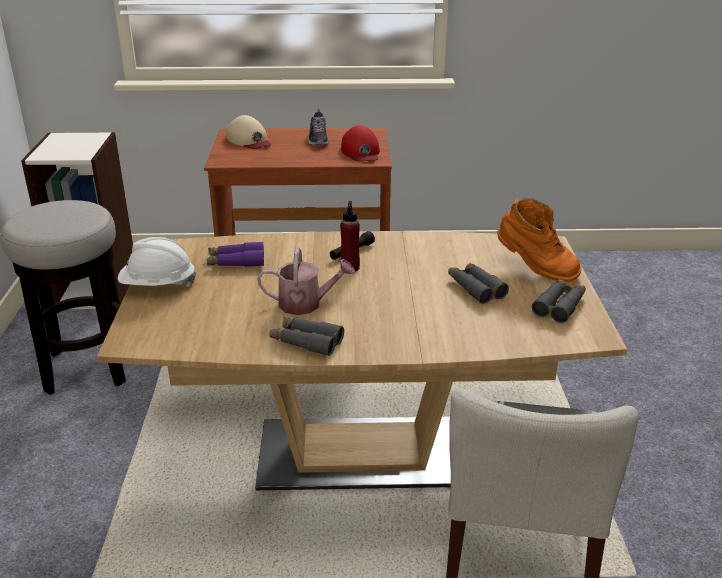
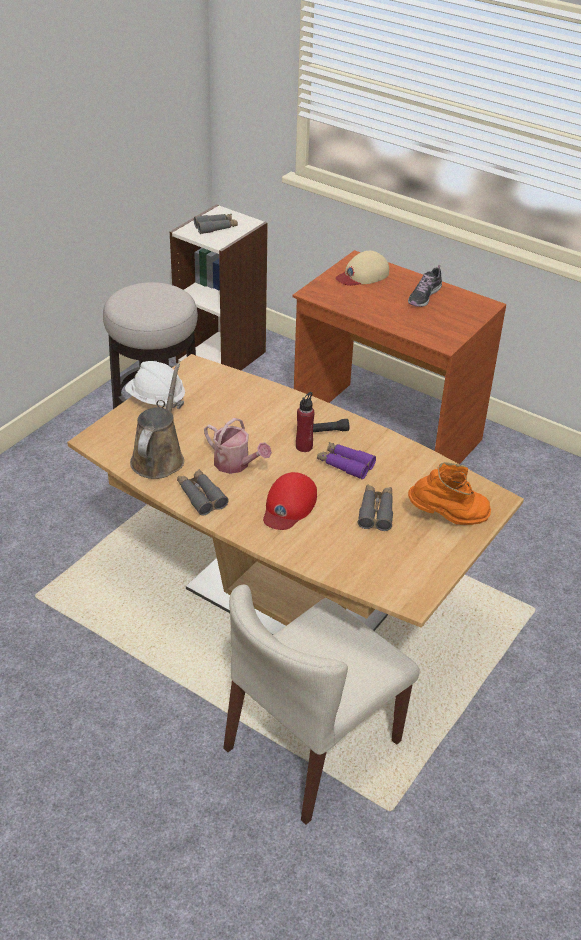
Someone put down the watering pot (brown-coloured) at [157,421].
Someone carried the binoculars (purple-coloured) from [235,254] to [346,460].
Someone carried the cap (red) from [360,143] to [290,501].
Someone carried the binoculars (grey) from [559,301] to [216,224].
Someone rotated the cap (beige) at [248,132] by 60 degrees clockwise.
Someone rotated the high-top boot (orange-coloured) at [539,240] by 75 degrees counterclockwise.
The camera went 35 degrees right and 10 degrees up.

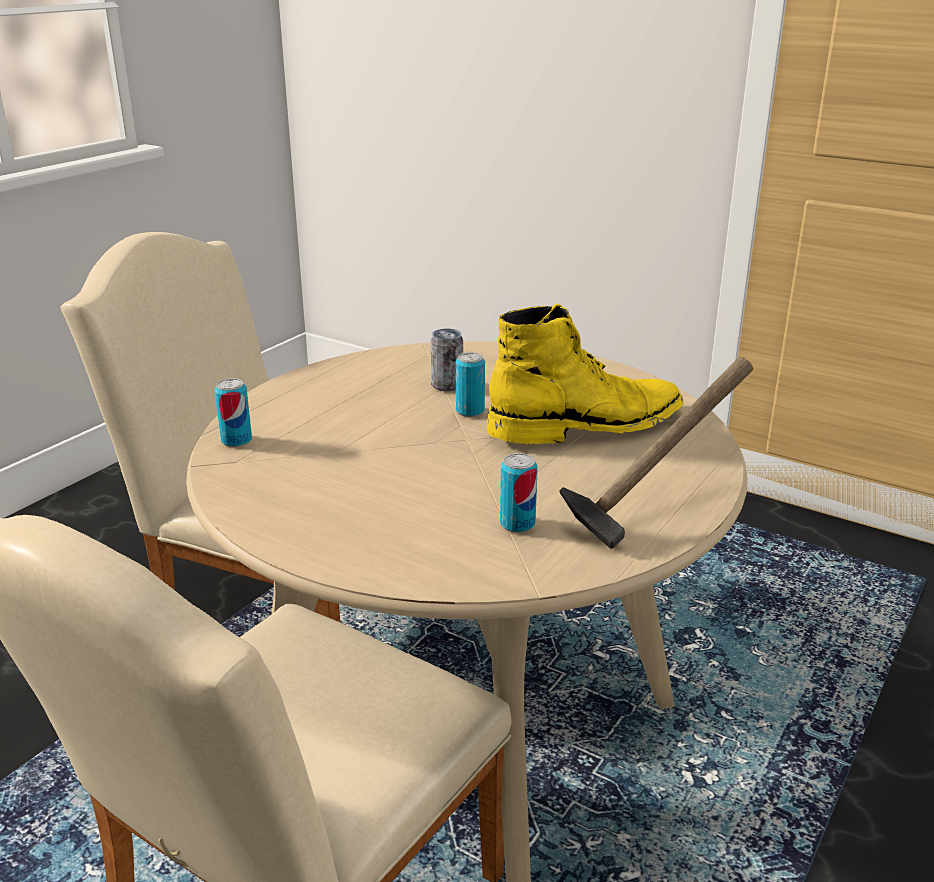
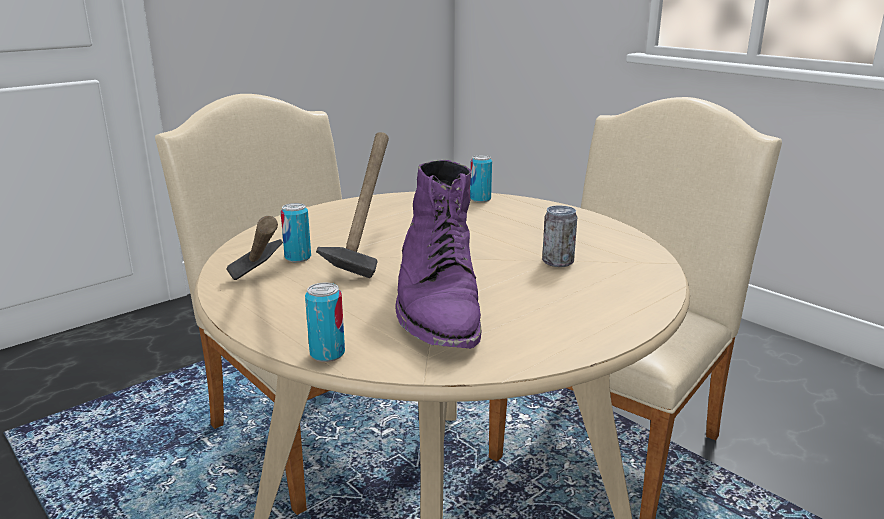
Someone put down the hand hammer at [352,205].
Someone carried the sealed can from [470,384] to [325,322].
Someone repainted the high-top boot (yellow-coloured) at [585,374], which became the high-top boot (purple-coloured) at [438,254].
The camera went 105 degrees right and 5 degrees down.

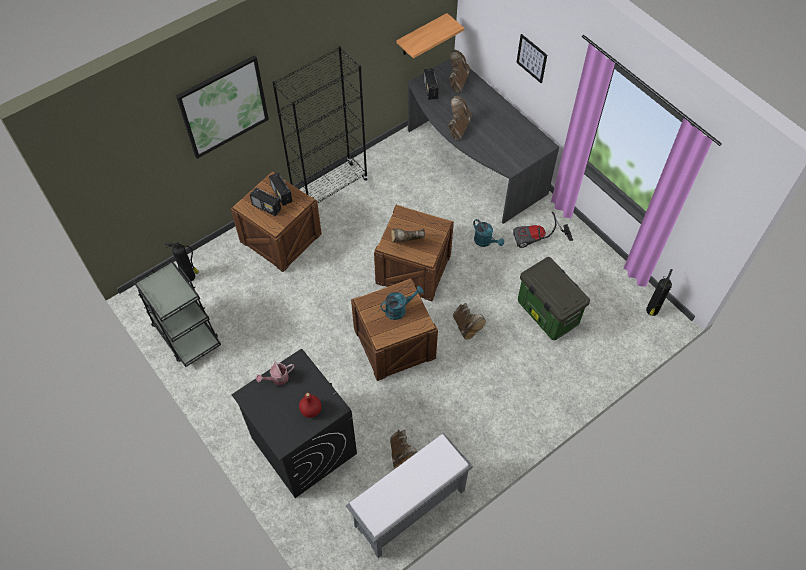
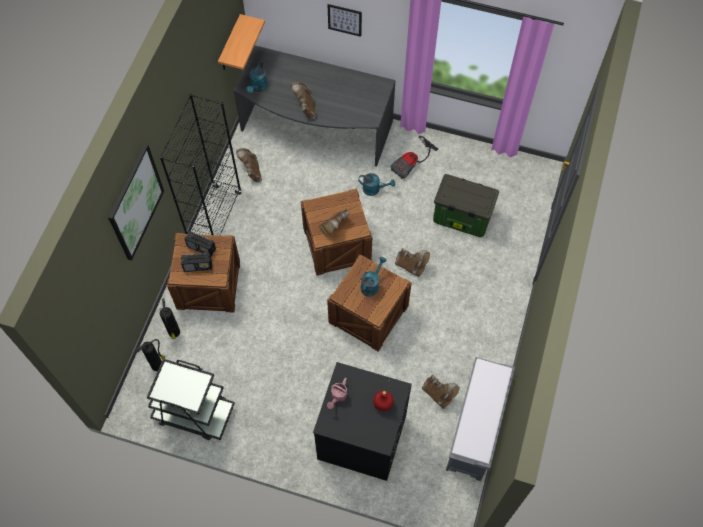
Someone carried the high-top boot (brown-coloured) from [459,71] to [249,165].
Someone carried the fire extinguisher from [659,292] to [170,318].
Someone swapped the radio at [431,84] for the watering pot (blue-green) at [257,77].
The camera went 35 degrees left and 5 degrees up.

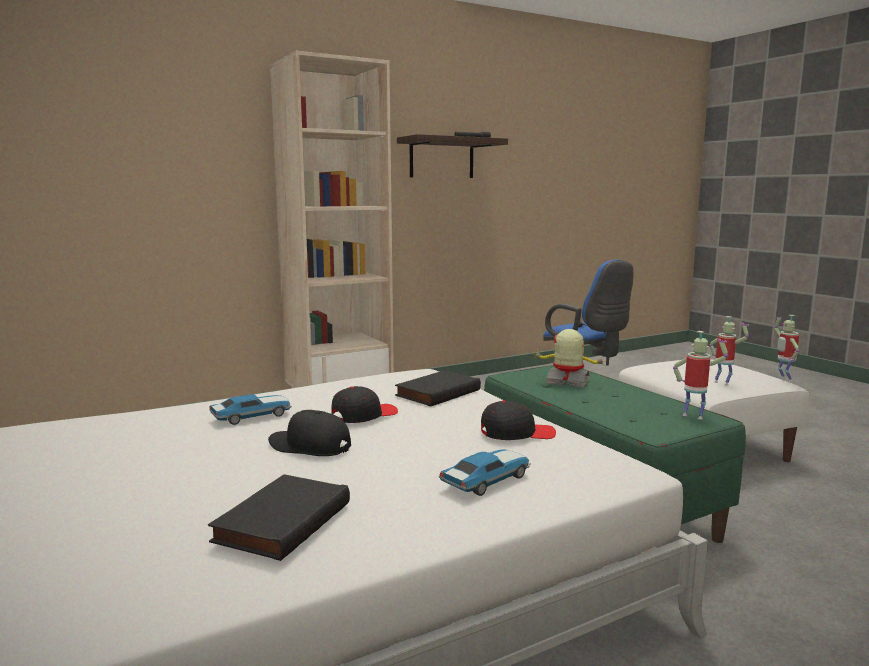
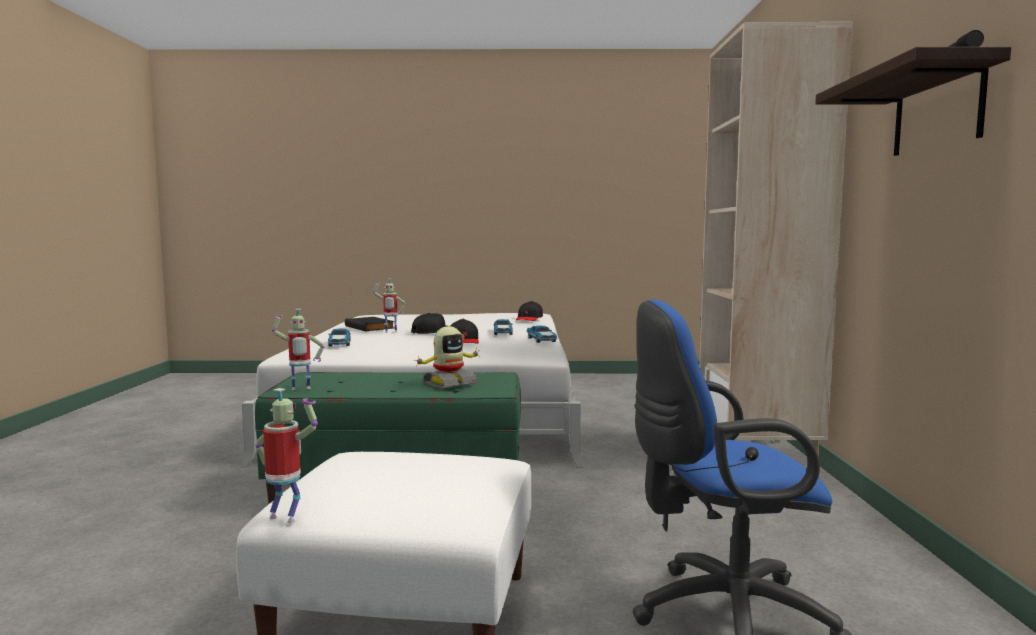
Someone took away the volume (black-coloured) at [438,388].
Someone put down the miniature car at [541,334].
Someone carried the cap (black-coloured) from [518,420] to [529,311].
Someone carried the robot figure from [729,351] to [389,305].
The camera went 120 degrees right and 5 degrees down.

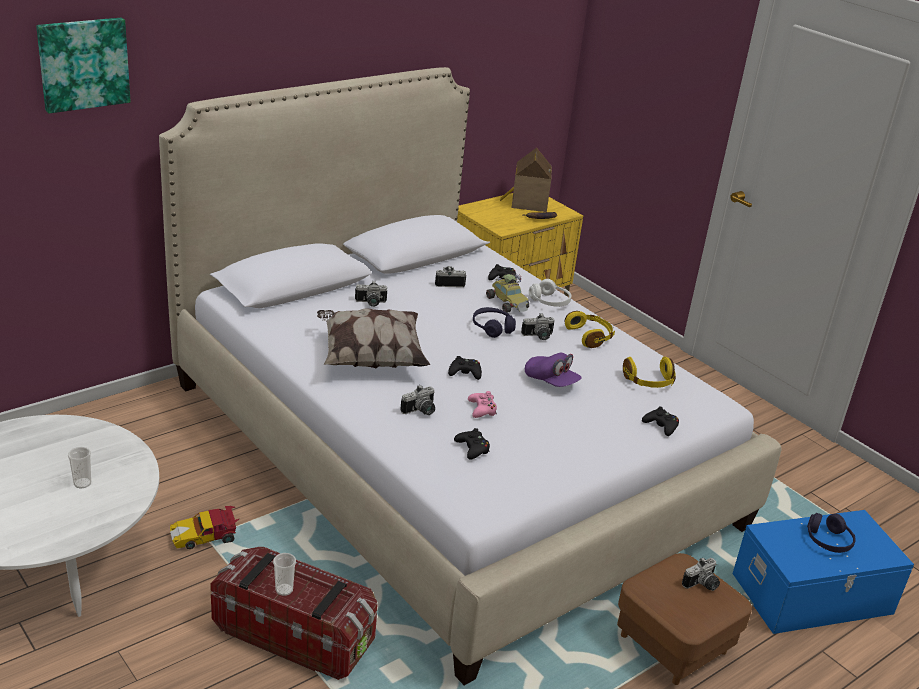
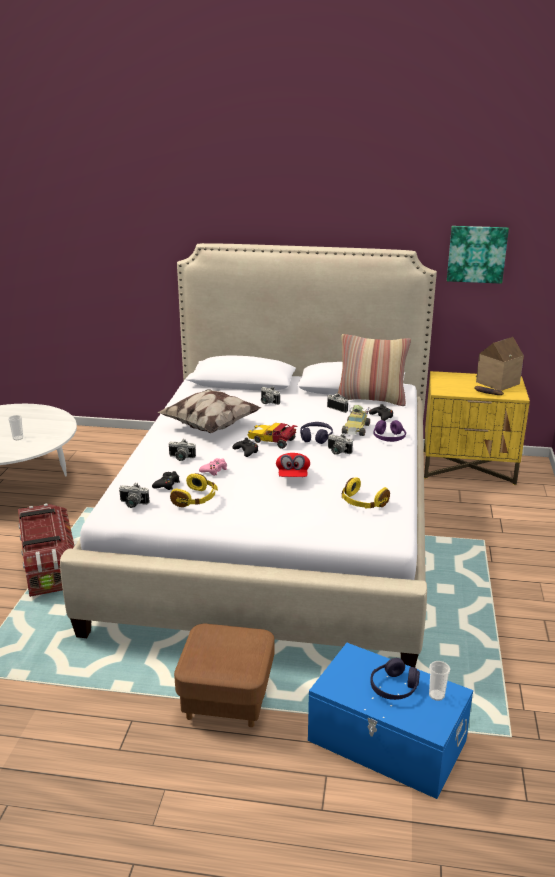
Someone took away the gamepad (black-coloured) at [660,421].
Someone put down the cushion at [374,370].
Someone carried the wall art from [83,66] to [478,255].
Someone carried the miniature car from [204,527] to [272,436].
Someone carried the small cup from [284,574] to [439,681].
Someone carried the headset (yellow-coloured) from [590,329] to [194,490].
Someone carried the photo camera from [701,574] to [134,495].
Someone repainted the cap (purple-coloured) at [553,370], which became the cap (red) at [293,465].
Someone repainted the headset (white-coloured) at [550,293], which became the headset (purple-coloured) at [390,431].
The camera went 50 degrees right and 5 degrees down.

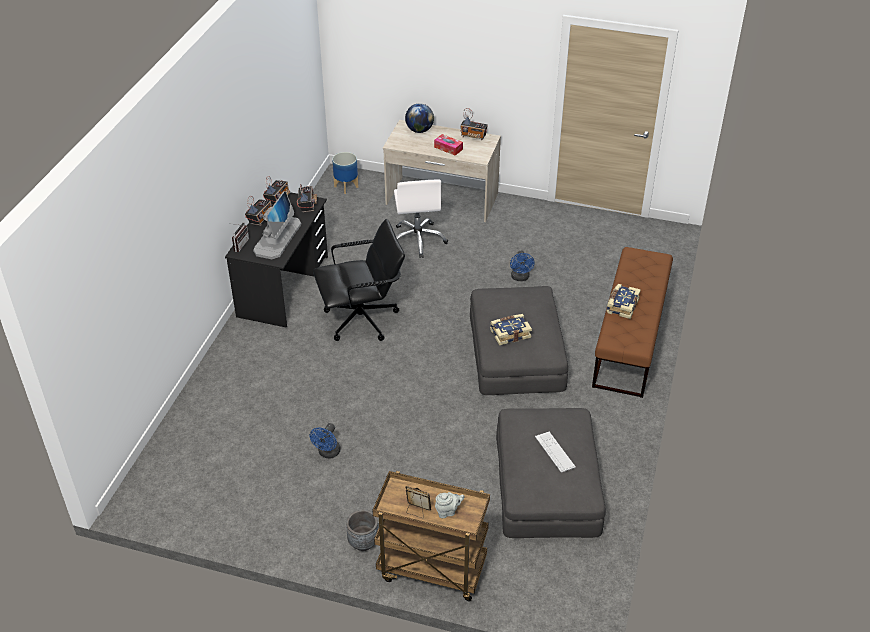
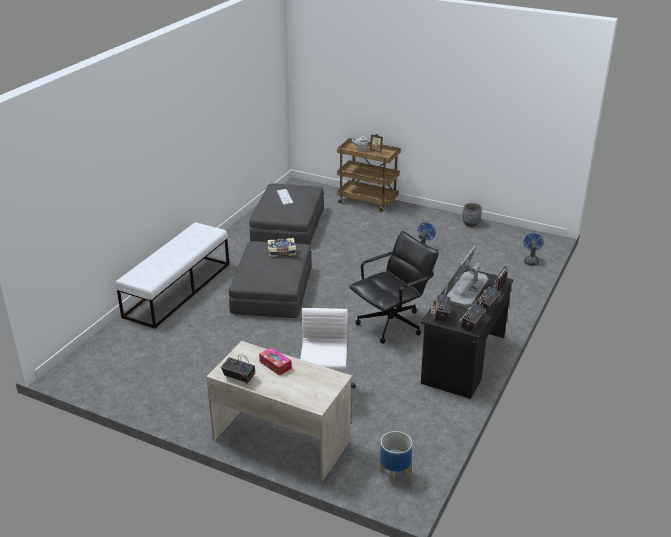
Someone took away the desk globe at [419,118].
Someone took away the volume at [623,301].
Someone carried the plant pot (grey) from [362,530] to [472,215].
Someone carried the cooling fan (blue) from [522,266] to [533,249].
Someone repainted the bench (brown-coloured) at [632,322], which became the bench (white-coloured) at [172,275].
Someone rotated the computer chair (black-coloured) at [359,280] by 150 degrees clockwise.
The camera went 170 degrees left and 10 degrees down.

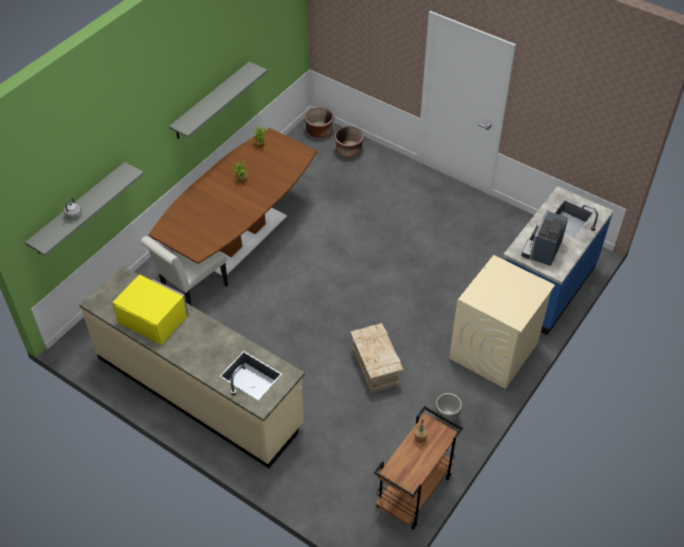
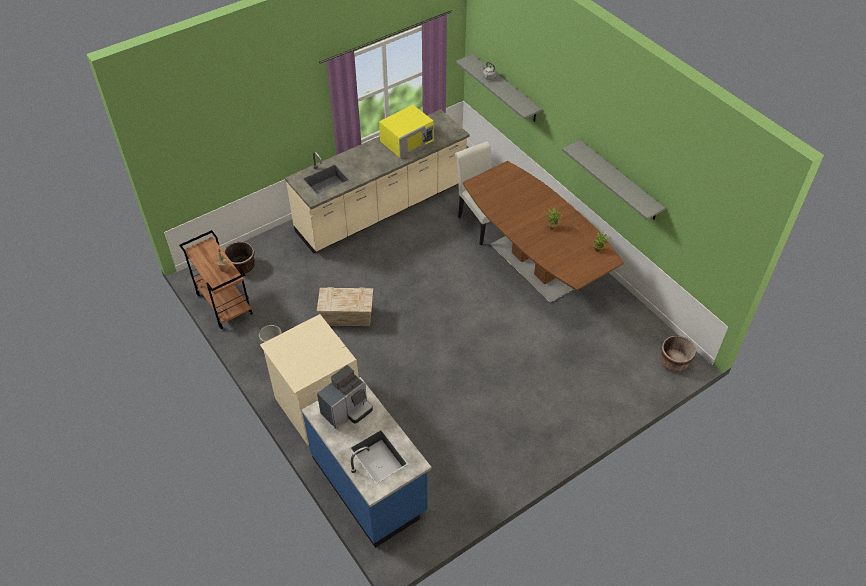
Someone carried the plant pot (brown-coloured) from [349,141] to [239,257].
Someone rotated the coffee machine at [544,238] by 90 degrees clockwise.
The camera went 110 degrees right and 0 degrees up.

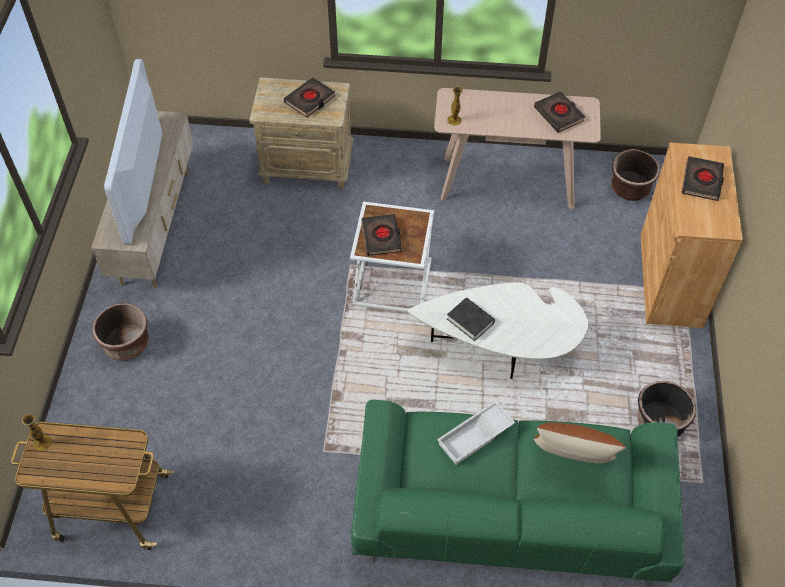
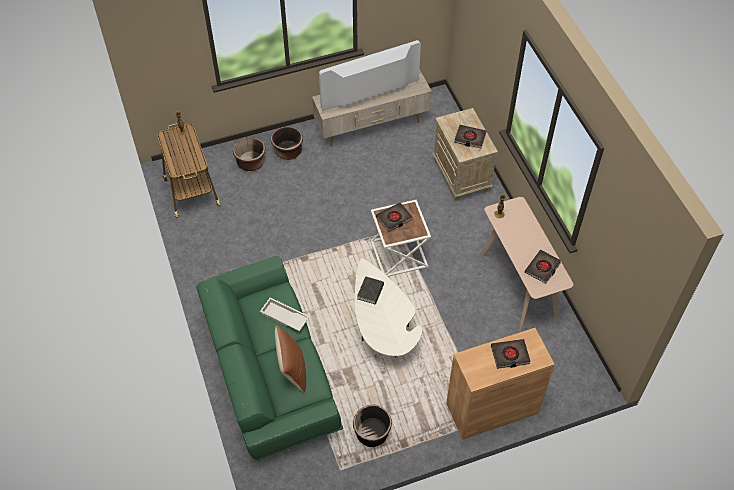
Someone carried the plant pot (brown-coloured) from [635,175] to [249,154].
The camera went 65 degrees right and 0 degrees up.

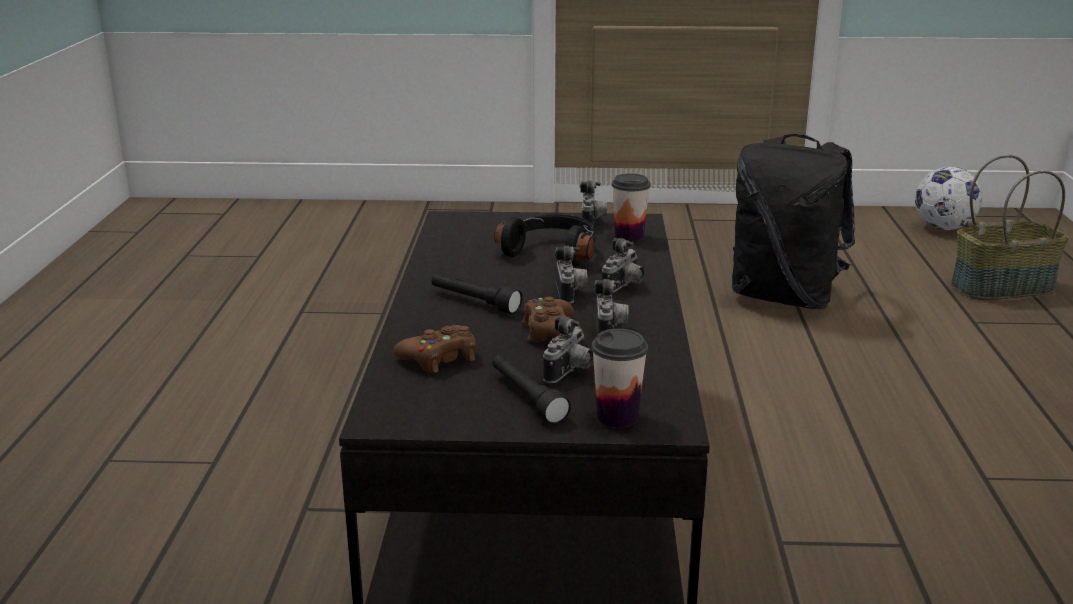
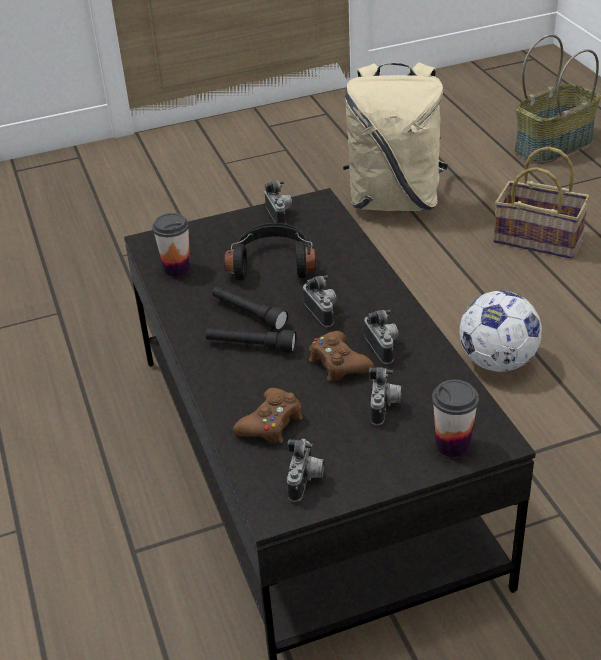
Someone put down the storage basket at [542,202].
Someone carried the hand torch (black-coloured) from [531,389] to [250,308].
Someone carried the photo camera from [623,265] to [306,470].
Someone carried the small cup from [631,207] to [171,245].
Someone carried the football ball from [948,198] to [501,331].
Someone repainted the rucksack (black-coloured) at [793,221], which became the rucksack (beige) at [396,136].
The camera went 20 degrees left and 15 degrees up.

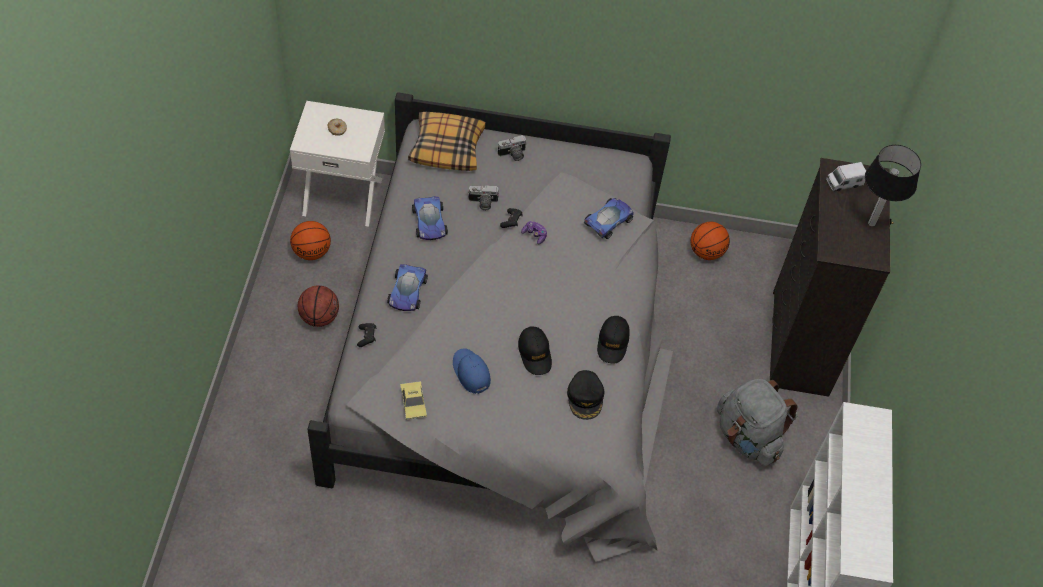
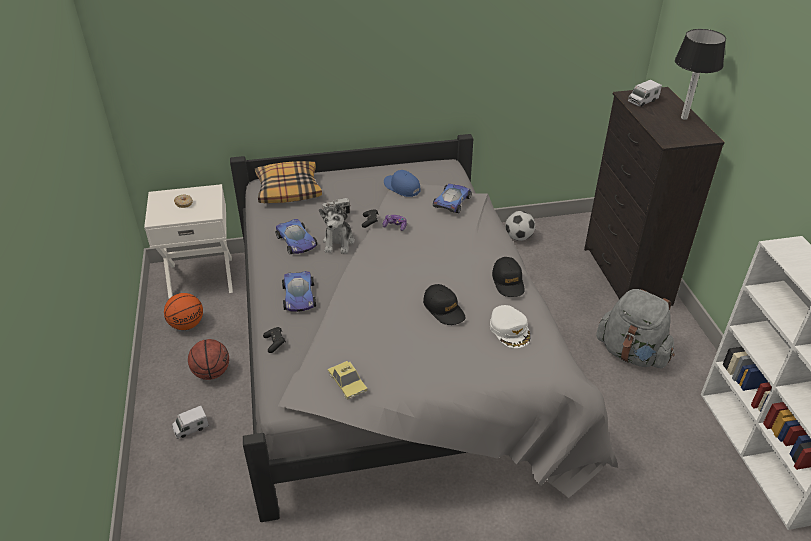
Someone took away the photo camera at [512,148].
Someone put down the model truck at [190,422].
Someone put down the plush toy at [337,229].
Someone carried the cap (blue) from [472,371] to [402,183].
Someone swapped the basketball at [710,240] for the football ball at [520,226].
Someone repainted the cap (black-coloured) at [586,395], which became the cap (white-coloured) at [510,326].
The camera went 15 degrees left and 15 degrees down.

